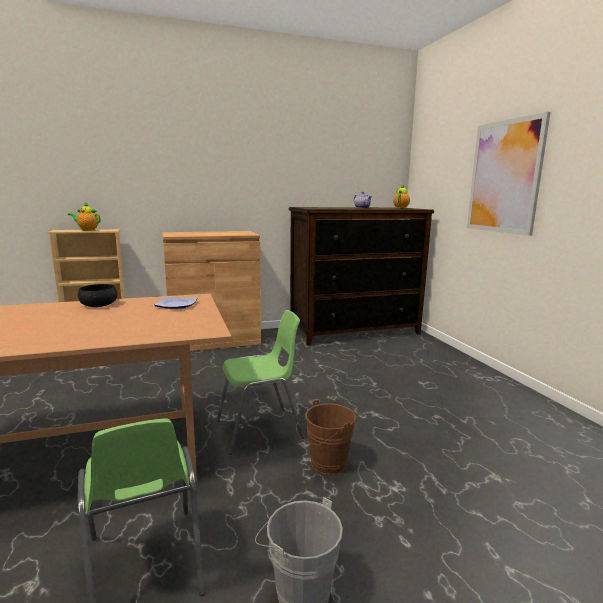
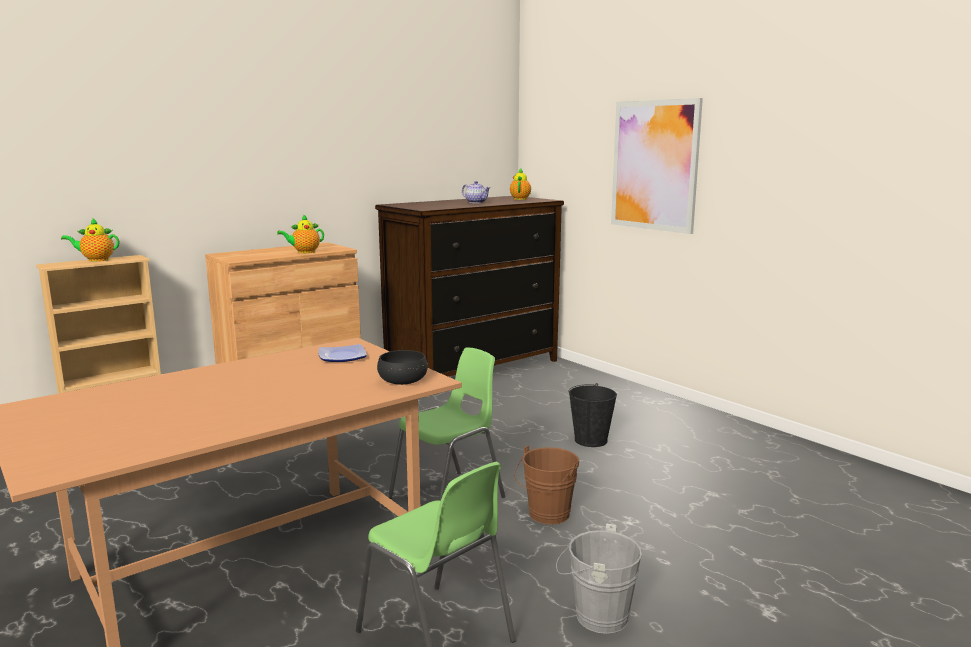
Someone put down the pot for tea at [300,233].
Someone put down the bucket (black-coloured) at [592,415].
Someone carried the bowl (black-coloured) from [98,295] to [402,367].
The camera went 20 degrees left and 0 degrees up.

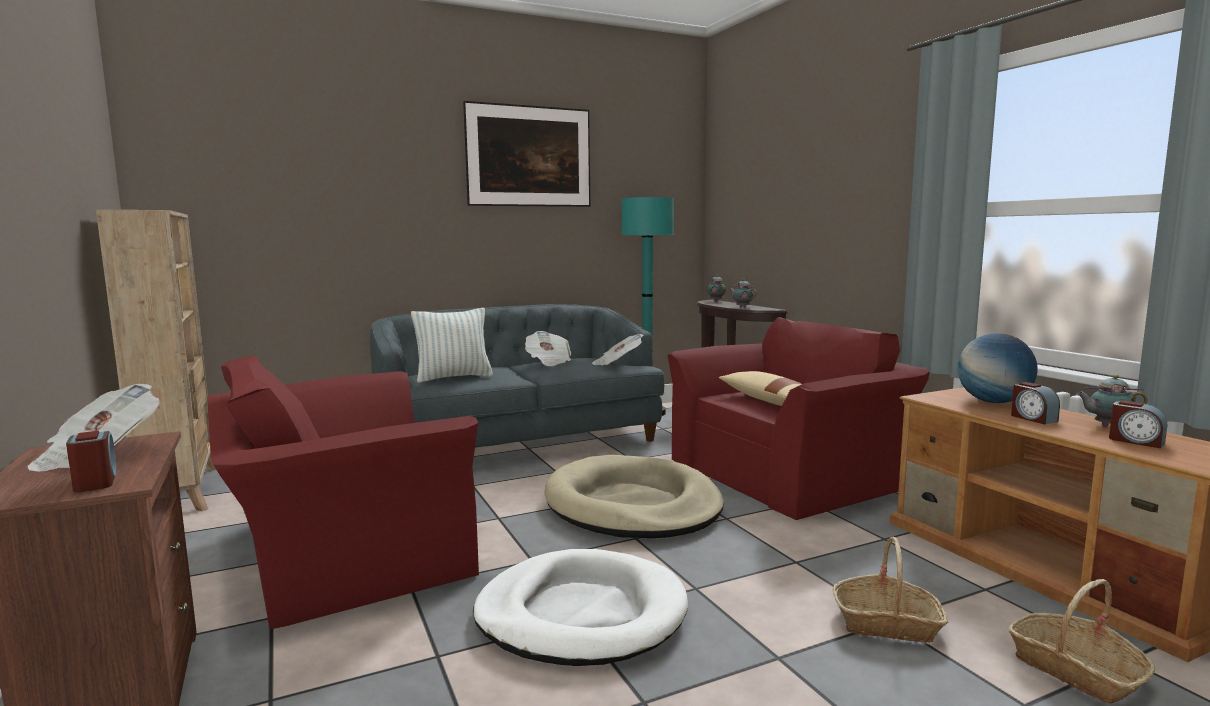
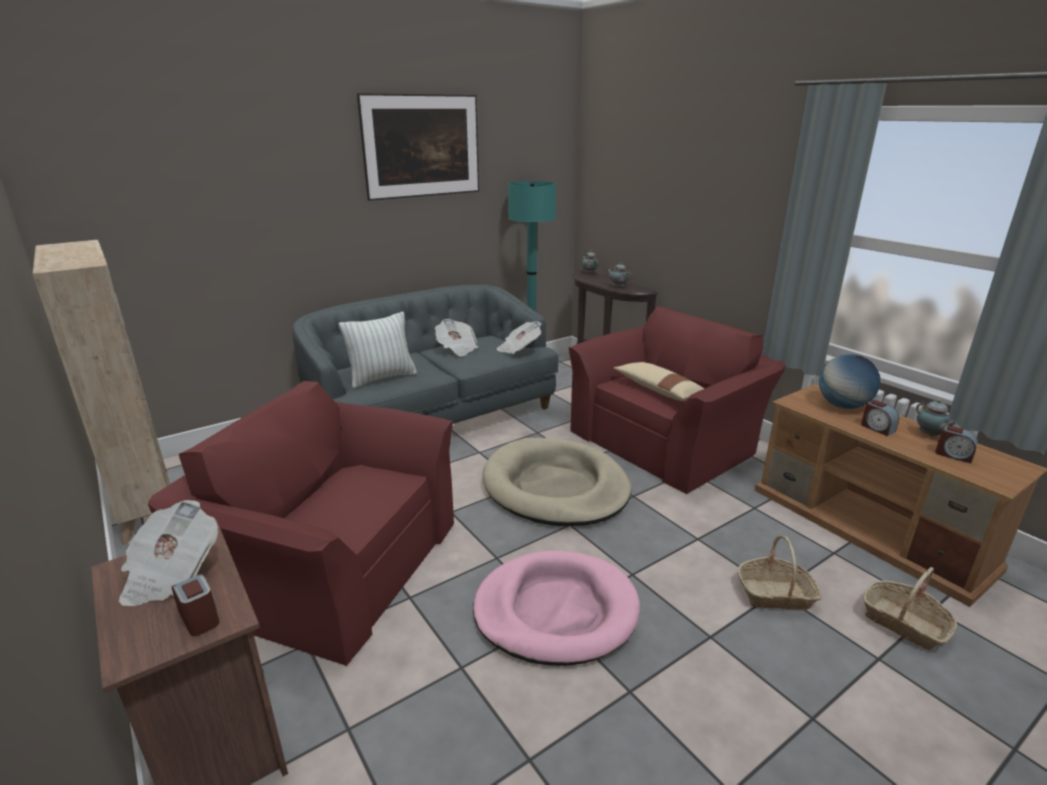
Someone repainted the dog cushion (white-coloured) at [580,607], which became the dog cushion (pinkish) at [556,608].
Someone rotated the armchair (red) at [343,492] by 60 degrees clockwise.
Someone rotated the pot for tea at [1111,401] by 105 degrees counterclockwise.
The camera went 10 degrees left and 15 degrees up.

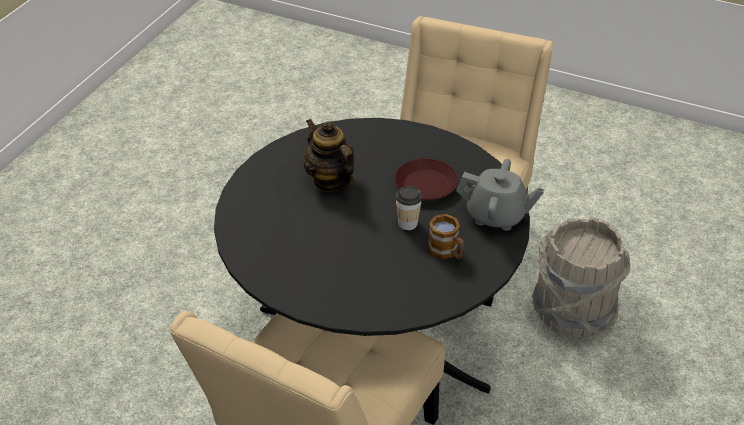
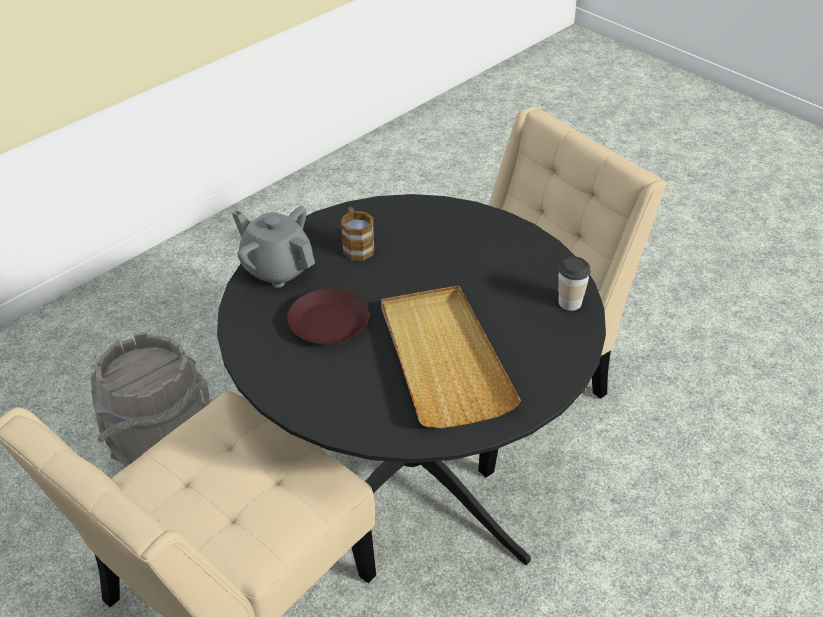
Someone carried the small cup from [409,208] to [574,283].
Someone swapped the pot for tea at [329,155] for the carrying tray (beige) at [451,357].
The camera went 160 degrees left and 0 degrees up.

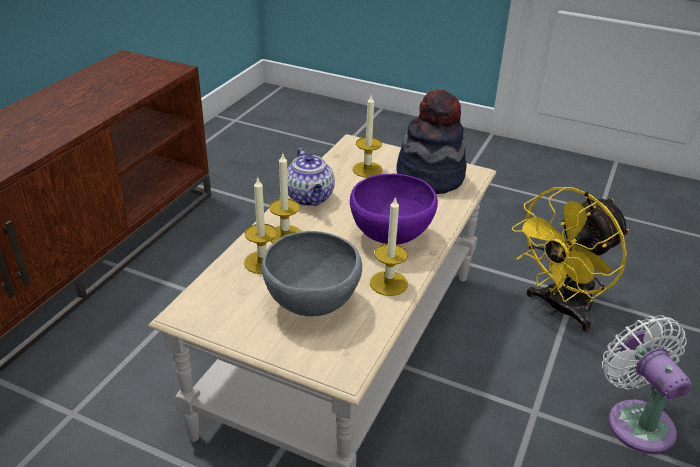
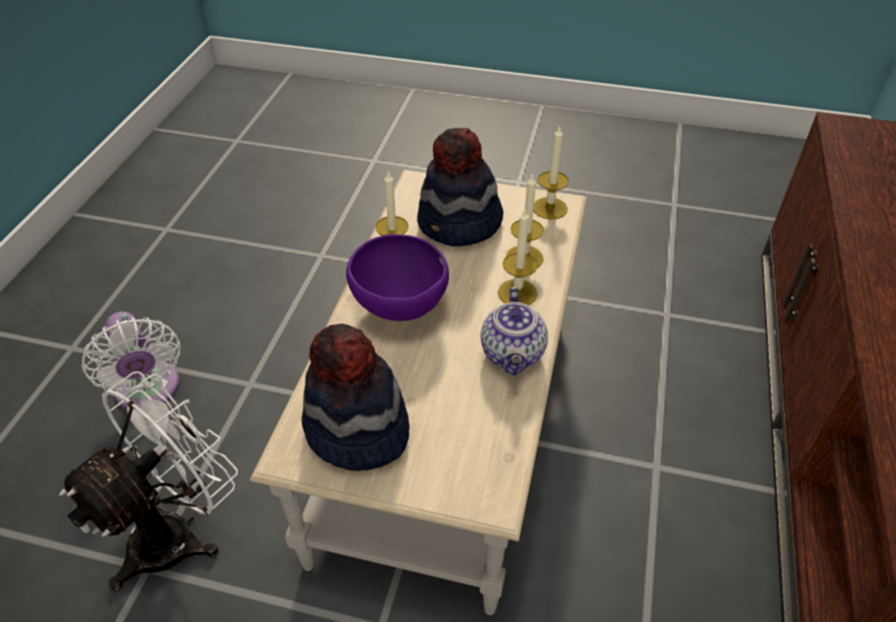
Someone carried the candle from [368,136] to [551,173].
Someone swapped the bowl (grey) at [311,273] for the wearable hat at [460,187].
Someone repainted the cooling fan (yellow-coloured) at [570,259], which became the cooling fan (white-coloured) at [148,481].
Someone rotated the pot for tea at [311,177] by 150 degrees counterclockwise.
The camera went 170 degrees right and 10 degrees up.

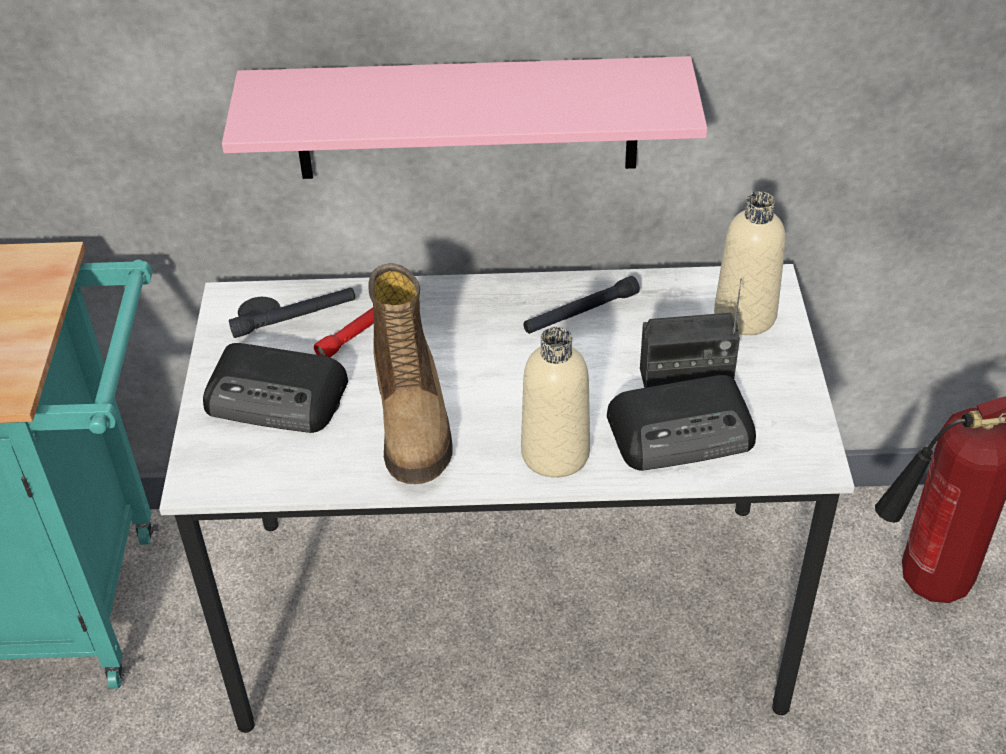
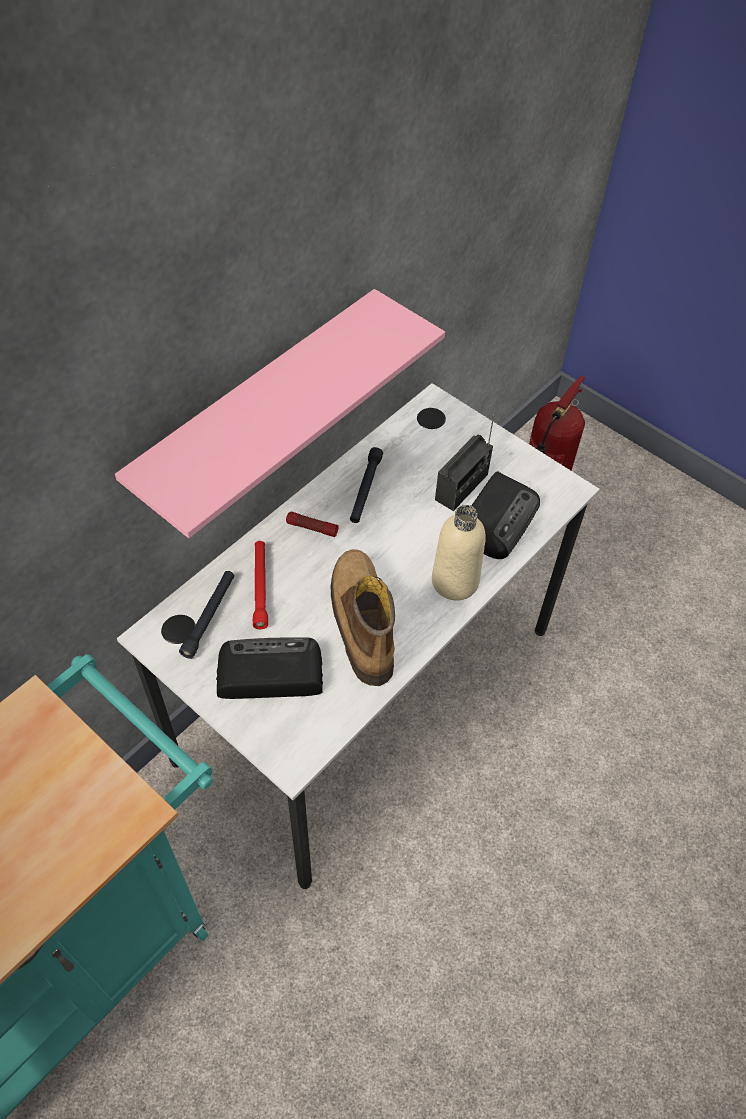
Someone took away the bottle (beige) at [750,263].
Someone put down the hand torch at [312,524].
Someone rotated the radio at [275,388] by 150 degrees counterclockwise.
Someone rotated the high-top boot at [410,373] by 135 degrees counterclockwise.
The camera went 50 degrees left and 10 degrees up.

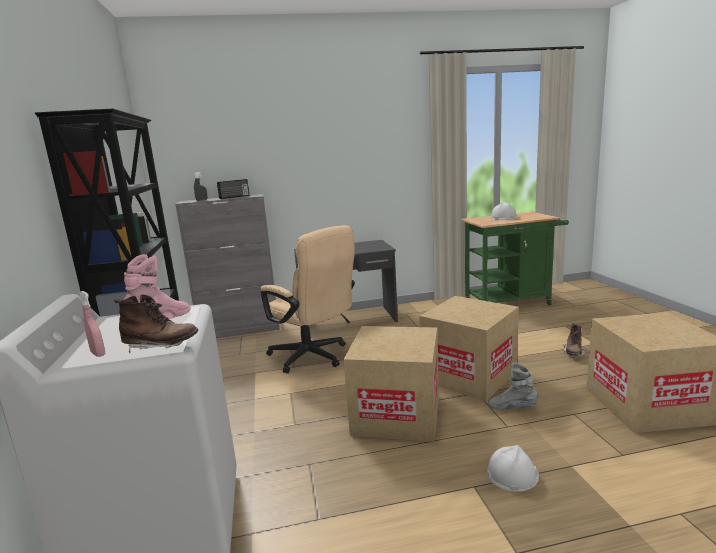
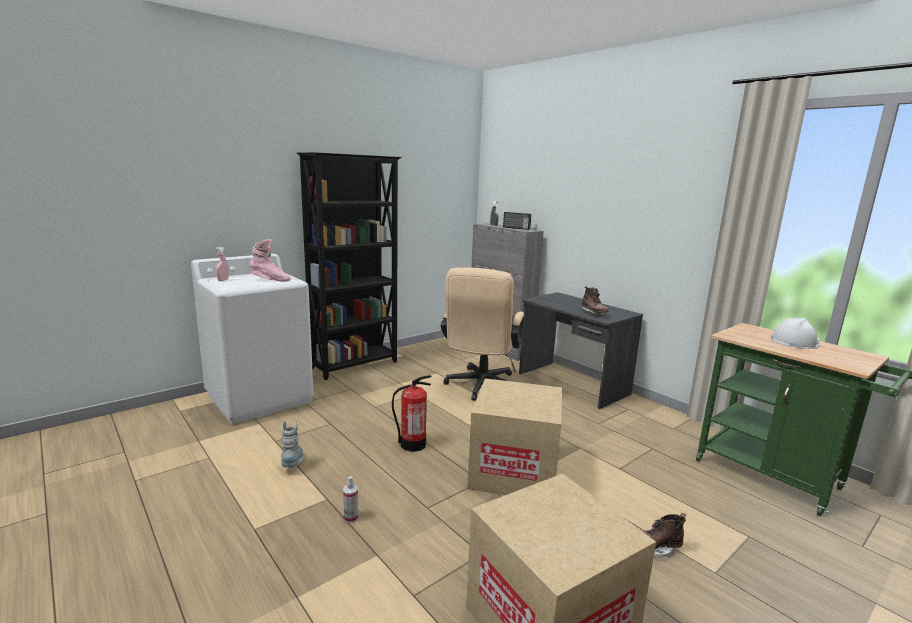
Someone carried the high-top boot (brown-coloured) from [156,323] to [595,300].
Someone carried the high-top boot (grey) from [513,386] to [292,443].
Someone swapped the packing box at [391,384] for the fire extinguisher at [412,413].
Someone swapped the hard hat (white-coloured) at [513,468] for the hand sprayer at [350,499].
The camera went 60 degrees right and 0 degrees up.

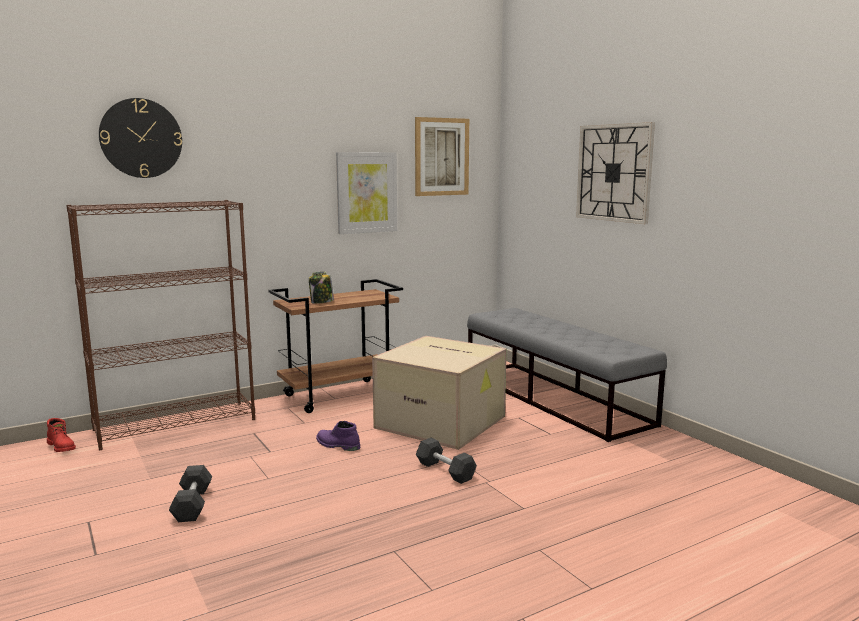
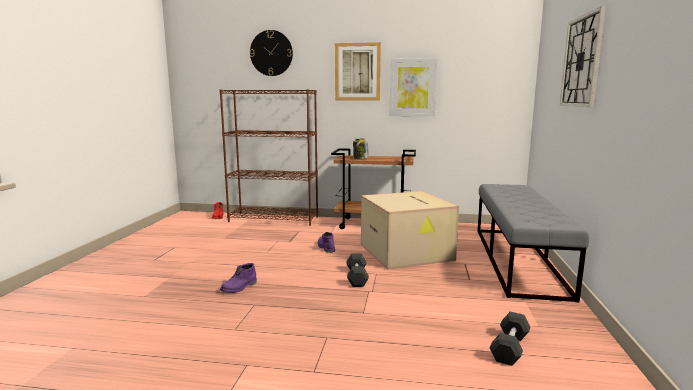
Someone put down the high-top boot (purple-coloured) at [238,278].
Someone carried the dumbbell (black-coloured) from [190,493] to [510,339].
Someone carried the wall art from [442,156] to [358,71].
The camera went 40 degrees right and 0 degrees up.

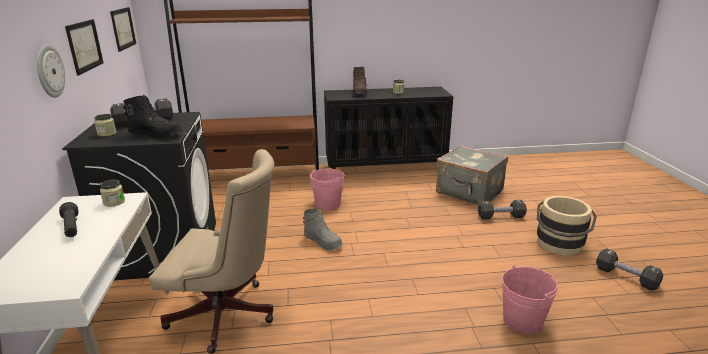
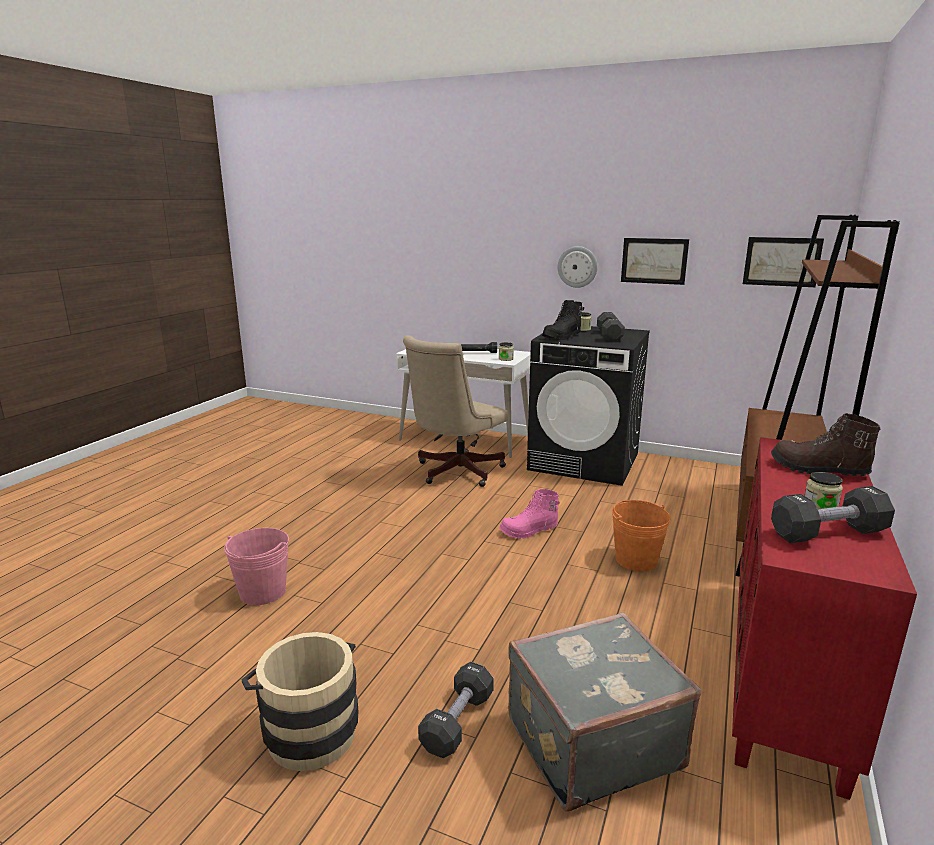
Someone carried the dumbbell (black-coloured) from [629,269] to [833,514].
Someone repainted the high-top boot (grey) at [323,229], which became the high-top boot (pinkish) at [529,514].
Someone repainted the bucket (pinkish) at [327,189], which became the bucket (orange-coloured) at [641,535].
Someone repainted the storage cabinet (black-coloured) at [388,128], which became the storage cabinet (red) at [824,618].
The camera went 120 degrees right and 5 degrees down.

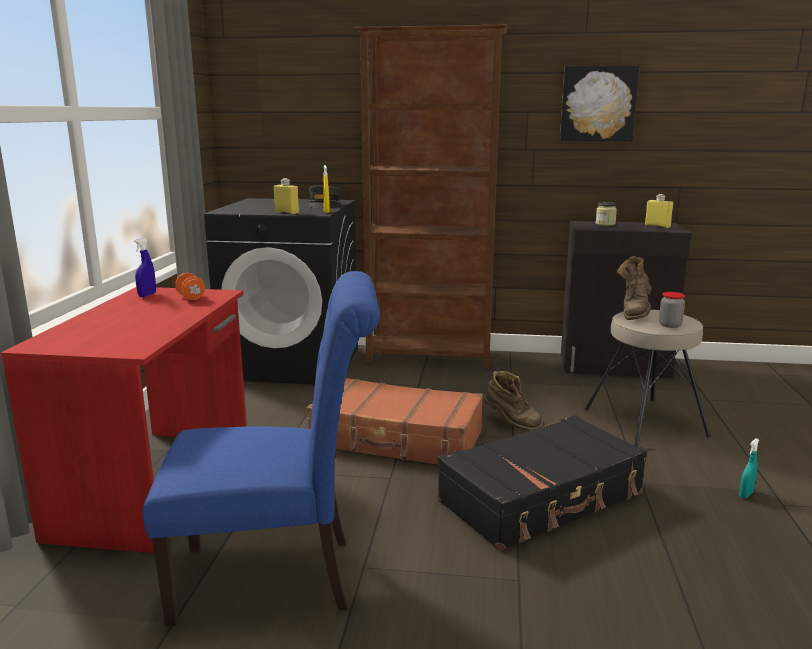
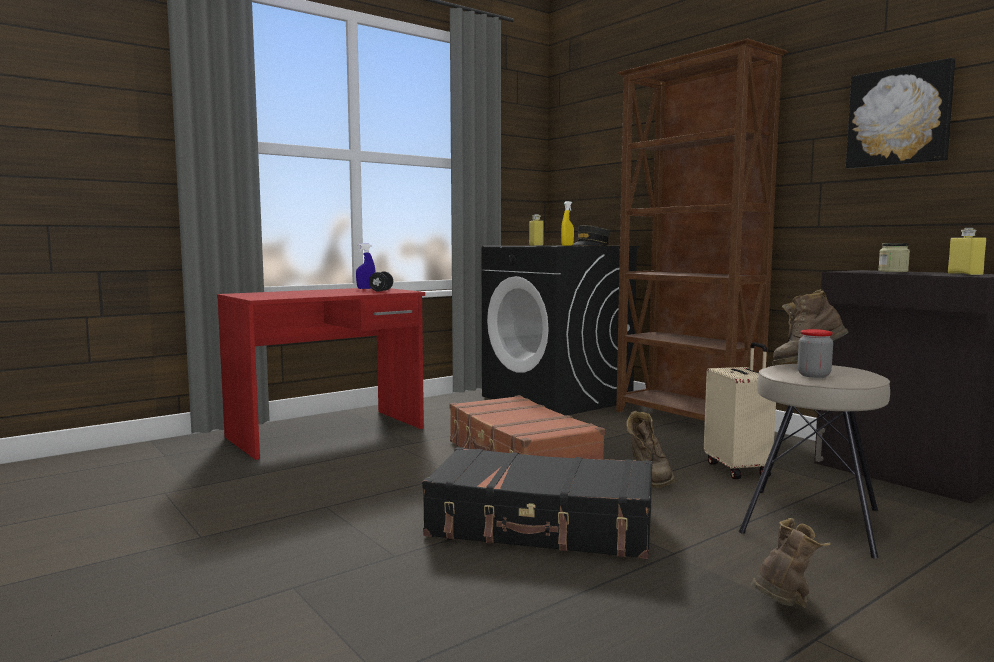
Someone took away the plain chair (blue) at [261,448].
Someone put down the piece of luggage (beige) at [740,410].
Someone swapped the hand sprayer (blue-green) at [749,468] for the high-top boot (brown-coloured) at [791,563].
Someone repainted the dumbbell (orange-coloured) at [190,286], which became the dumbbell (black-coloured) at [381,281].
The camera went 45 degrees right and 10 degrees down.

